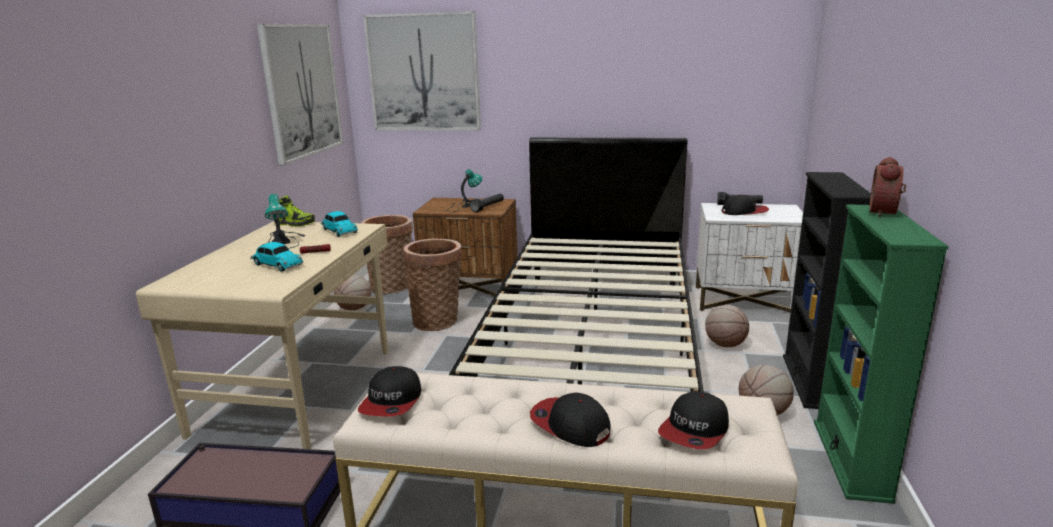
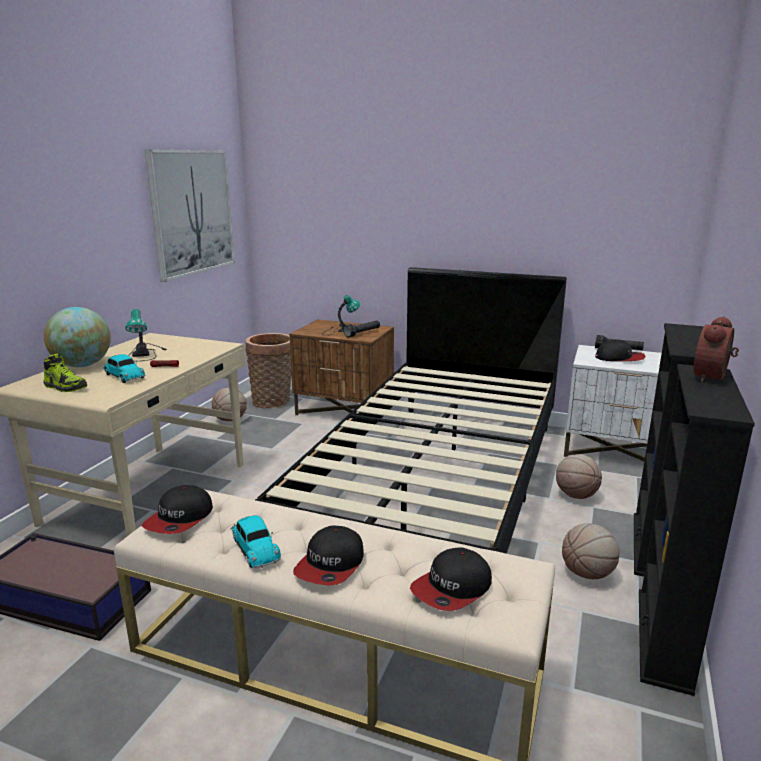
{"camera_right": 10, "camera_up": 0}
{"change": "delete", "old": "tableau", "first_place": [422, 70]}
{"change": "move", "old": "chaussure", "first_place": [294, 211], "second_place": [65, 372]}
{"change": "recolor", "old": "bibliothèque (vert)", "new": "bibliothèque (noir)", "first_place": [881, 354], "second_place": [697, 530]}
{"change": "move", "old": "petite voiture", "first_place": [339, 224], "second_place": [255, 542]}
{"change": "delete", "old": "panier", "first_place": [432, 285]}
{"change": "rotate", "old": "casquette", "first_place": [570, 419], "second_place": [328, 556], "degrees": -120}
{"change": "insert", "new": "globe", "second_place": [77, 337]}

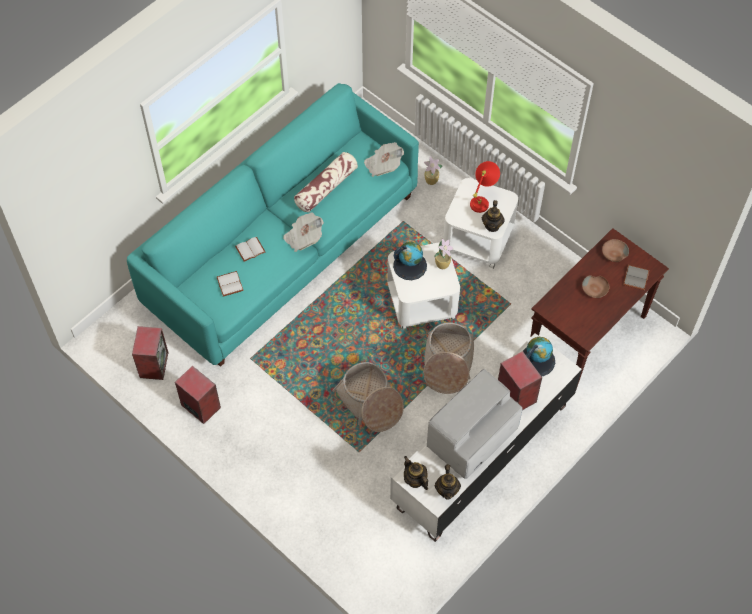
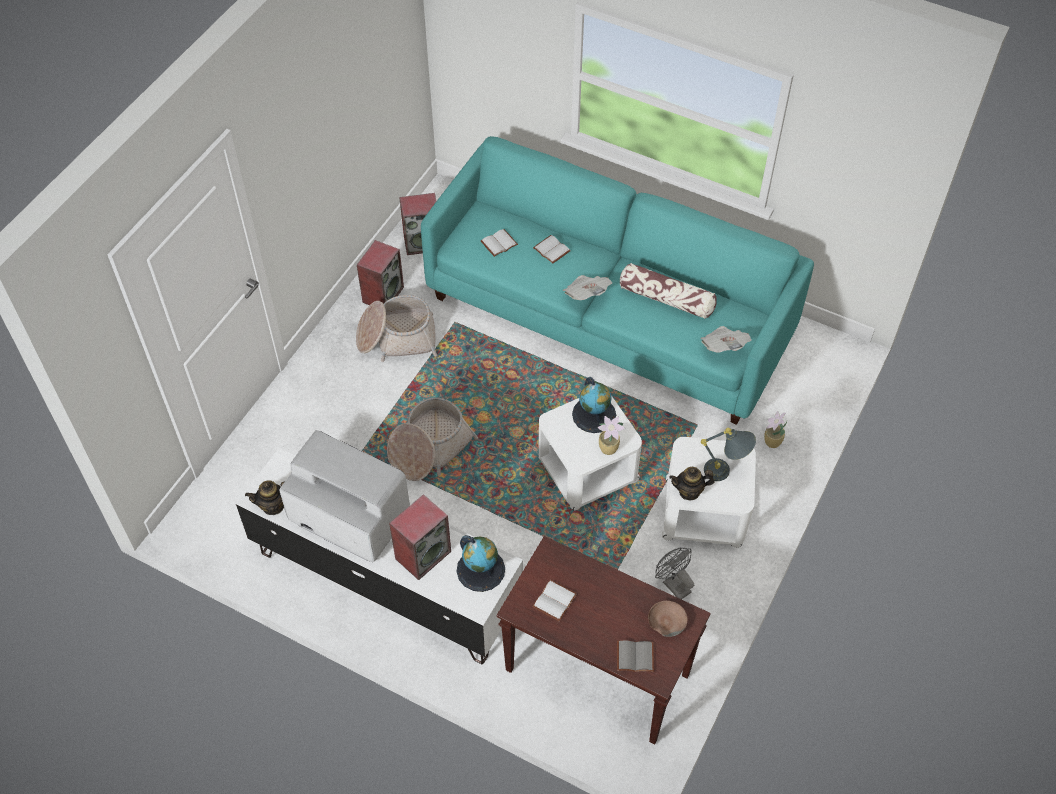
{"camera_right": 75, "camera_up": -5}
{"change": "recolor", "old": "lampe de table (rouge)", "new": "lampe de table (gris)", "first_place": [485, 187], "second_place": [728, 454]}
{"change": "delete", "old": "bol (marron)", "first_place": [595, 286]}
{"change": "move", "old": "panier", "first_place": [449, 358], "second_place": [396, 328]}
{"change": "delete", "old": "théière", "first_place": [416, 473]}
{"change": "insert", "new": "ventilateur (gris)", "second_place": [674, 573]}
{"change": "insert", "new": "livre (blanc)", "second_place": [554, 600]}

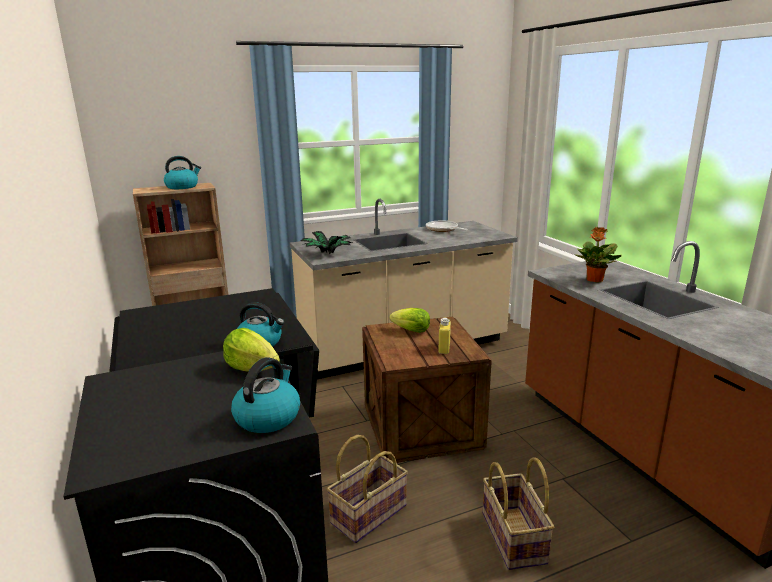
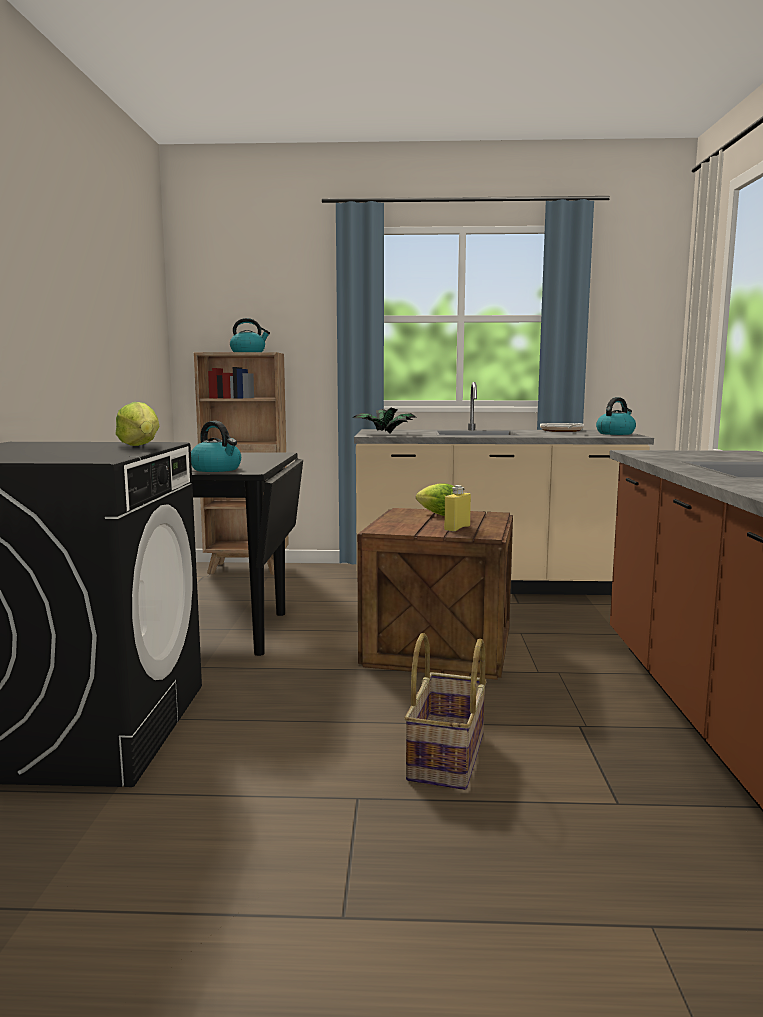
{"camera_right": 25, "camera_up": -10}
{"change": "delete", "old": "plante en pot", "first_place": [598, 254]}
{"change": "move", "old": "bouilloire", "first_place": [265, 395], "second_place": [616, 416]}
{"change": "delete", "old": "panier", "first_place": [367, 489]}

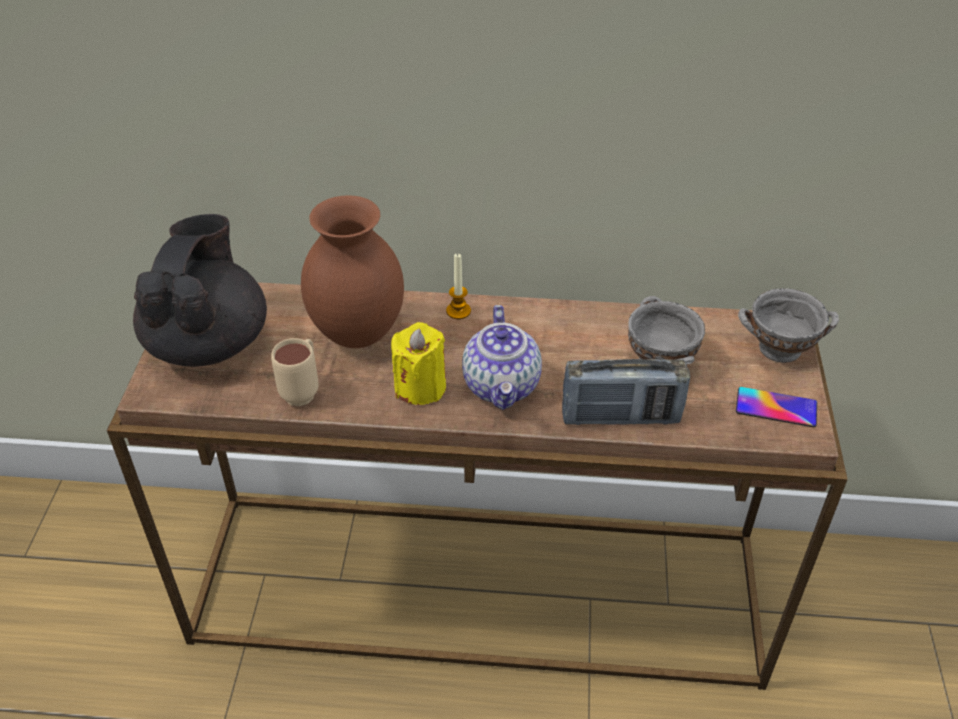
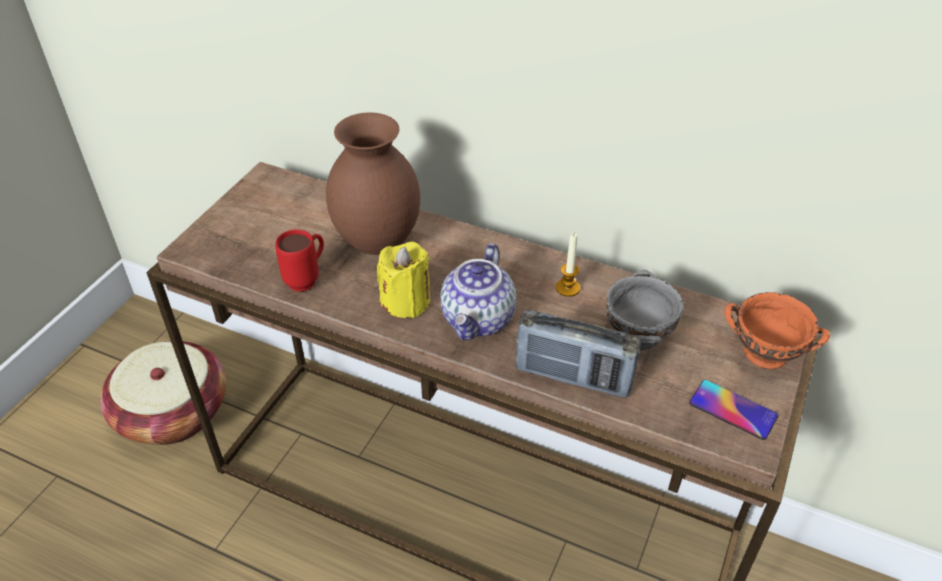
{"camera_right": 20, "camera_up": 0}
{"change": "delete", "old": "théière (noir)", "first_place": [200, 290]}
{"change": "move", "old": "bougie", "first_place": [458, 286], "second_place": [568, 265]}
{"change": "recolor", "old": "bol (gris)", "new": "bol (orange)", "first_place": [788, 325], "second_place": [777, 330]}
{"change": "recolor", "old": "mug (beige)", "new": "mug (rouge)", "first_place": [295, 372], "second_place": [299, 260]}
{"change": "insert", "new": "panier", "second_place": [163, 393]}

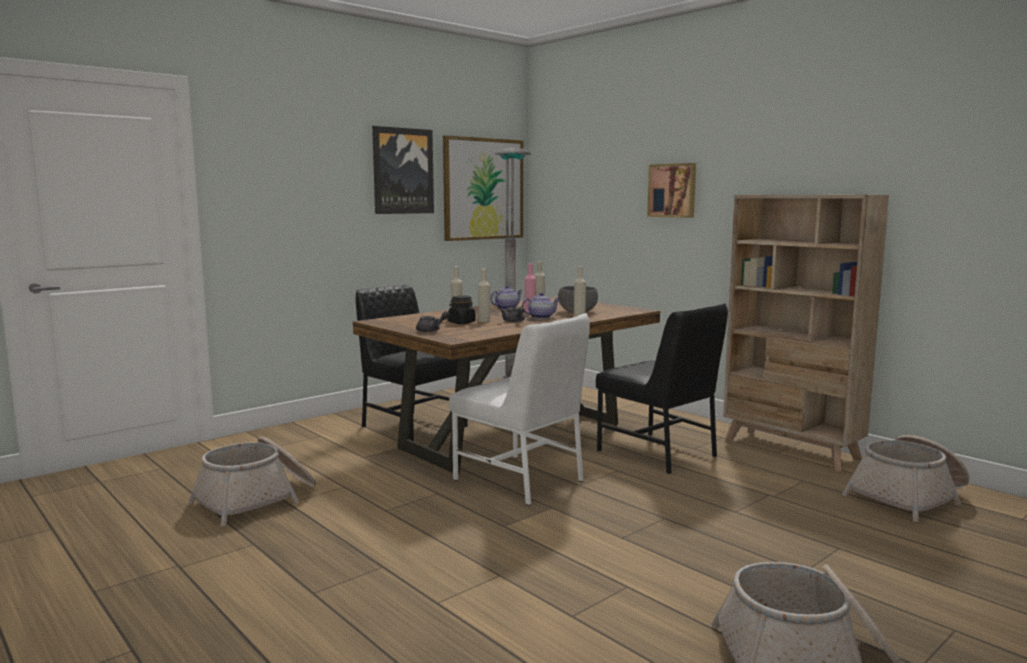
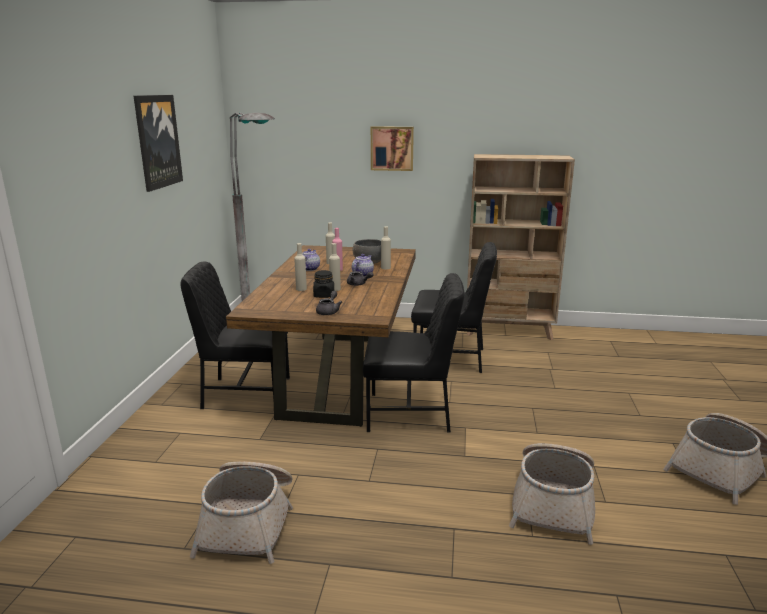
{"camera_right": -40, "camera_up": 10}
{"change": "delete", "old": "tableau", "first_place": [483, 188]}
{"change": "recolor", "old": "chaise (blanc)", "new": "chaise (noir)", "first_place": [519, 409], "second_place": [414, 352]}
{"change": "move", "old": "panier", "first_place": [905, 478], "second_place": [552, 494]}

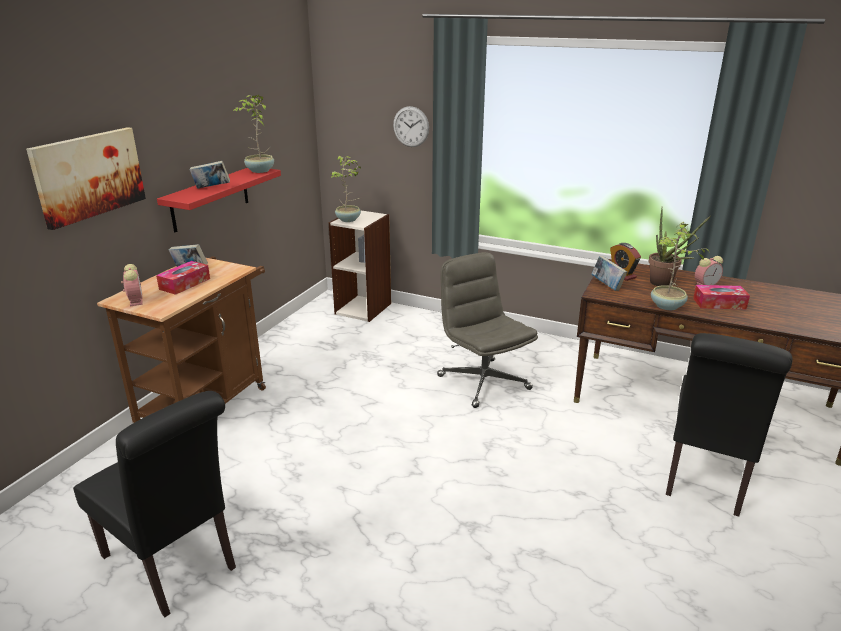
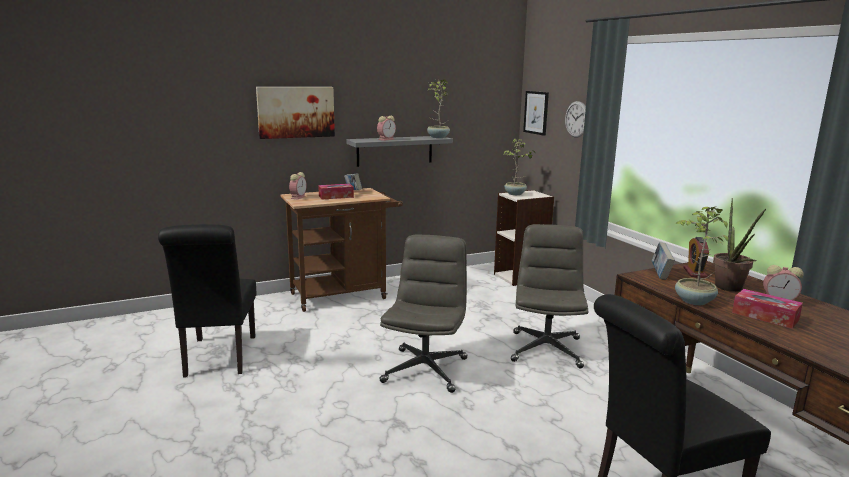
{"camera_right": 40, "camera_up": -10}
{"change": "replace", "old": "livre", "new": "réveil", "first_place": [209, 175], "second_place": [386, 128]}
{"change": "recolor", "old": "étagère (rouge)", "new": "étagère (gris)", "first_place": [219, 200], "second_place": [399, 151]}
{"change": "insert", "new": "tableau", "second_place": [536, 113]}
{"change": "insert", "new": "chaise de bureau (gris)", "second_place": [423, 313]}

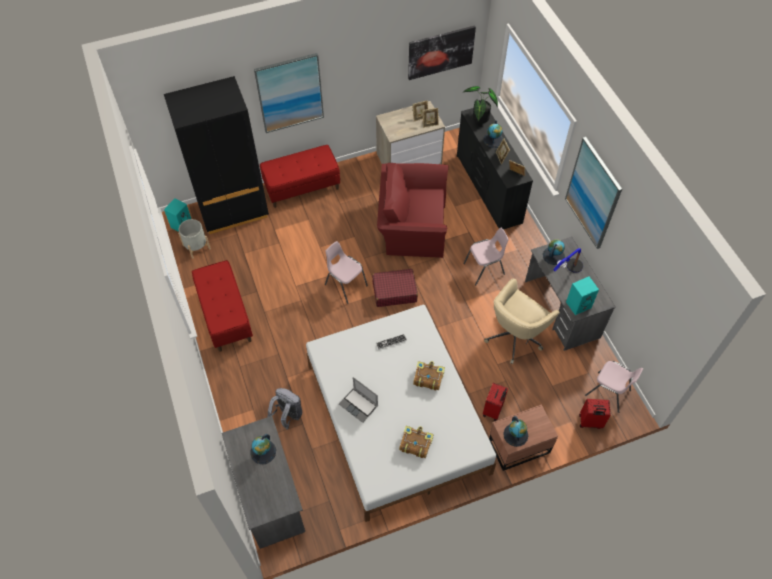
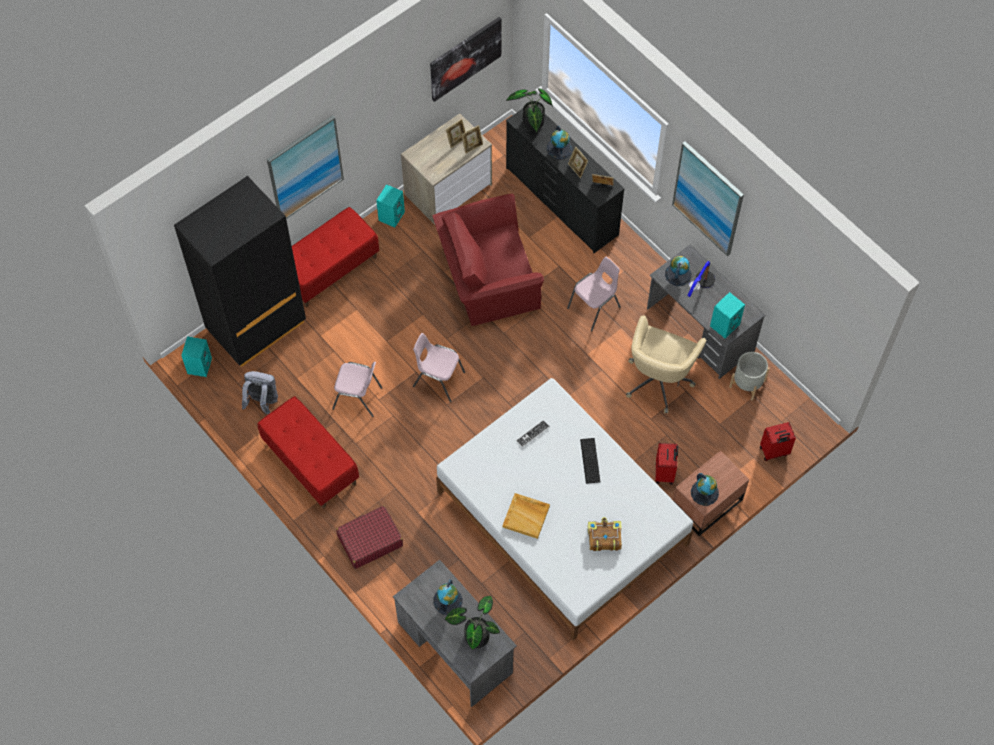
{"camera_right": -20, "camera_up": 5}
{"change": "move", "old": "cache-pot (gris)", "first_place": [194, 239], "second_place": [749, 376]}
{"change": "move", "old": "valise (rouge)", "first_place": [395, 288], "second_place": [369, 537]}
{"change": "replace", "old": "livre", "new": "clavier", "first_place": [429, 375], "second_place": [590, 461]}
{"change": "move", "old": "chaise (rose)", "first_place": [614, 387], "second_place": [357, 389]}
{"change": "replace", "old": "ordinateur portable", "new": "plateau (beige)", "first_place": [358, 400], "second_place": [526, 516]}
{"change": "move", "old": "sac à dos (gris)", "first_place": [284, 409], "second_place": [260, 393]}
{"change": "insert", "new": "enceinte (turquoise)", "second_place": [390, 206]}
{"change": "insert", "new": "plante en pot", "second_place": [472, 623]}

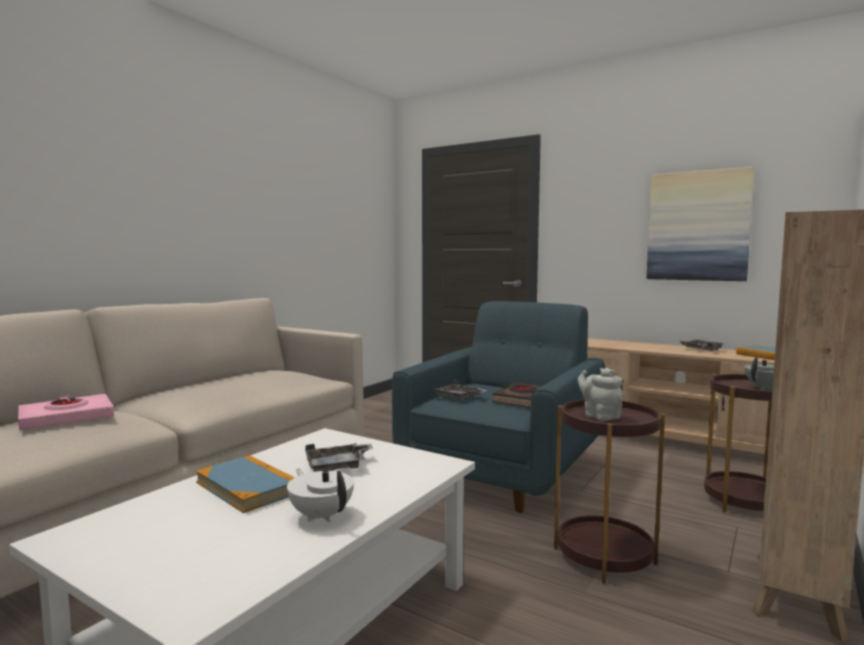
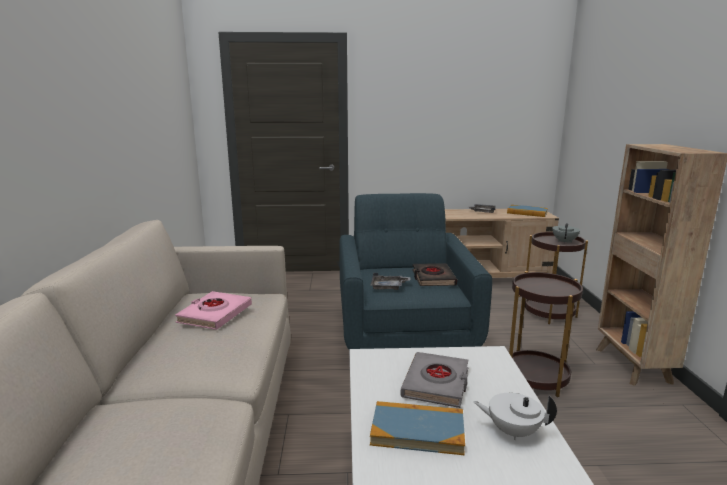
{"camera_right": -35, "camera_up": 10}
{"change": "delete", "old": "tableau", "first_place": [701, 224]}
{"change": "delete", "old": "théière (gris)", "first_place": [600, 394]}
{"change": "move", "old": "livre (rose)", "first_place": [66, 412], "second_place": [213, 310]}
{"change": "replace", "old": "plateau (gris)", "new": "livre (gris)", "first_place": [339, 457], "second_place": [434, 380]}

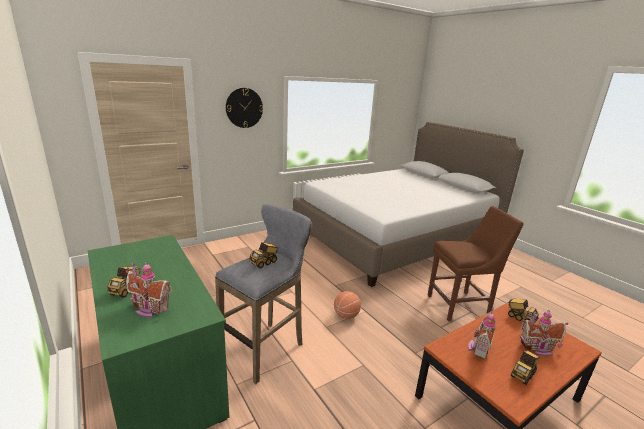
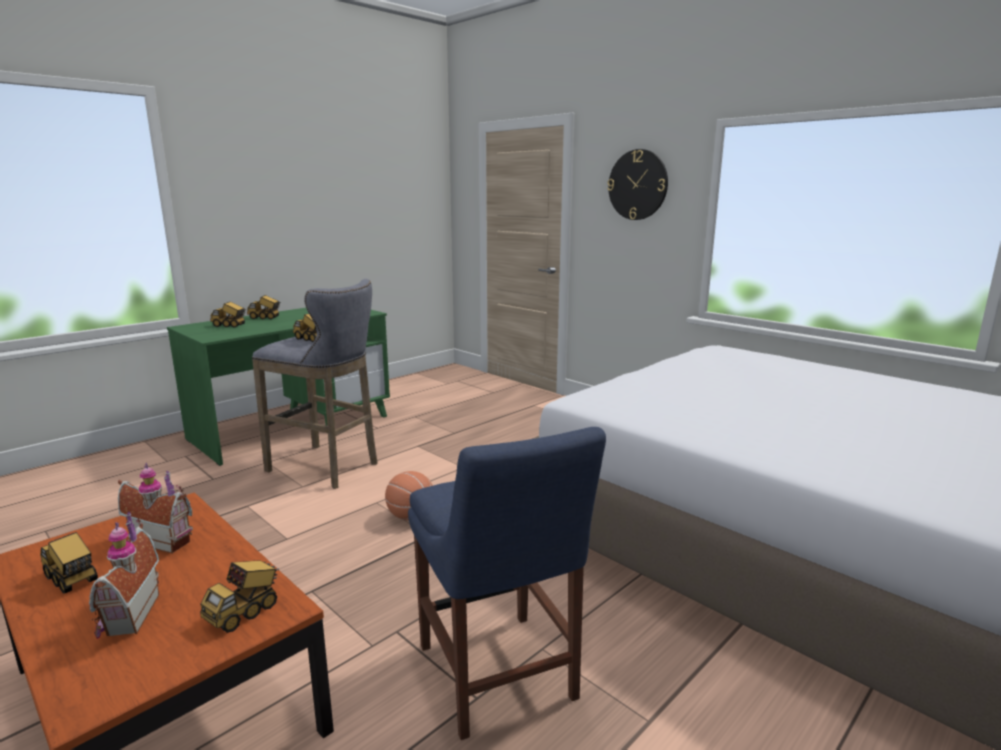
{"camera_right": 80, "camera_up": -5}
{"change": "recolor", "old": "chaise (marron)", "new": "chaise (bleu)", "first_place": [476, 263], "second_place": [507, 583]}
{"change": "replace", "old": "maison miniature", "new": "camion jouet", "first_place": [149, 289], "second_place": [227, 315]}

